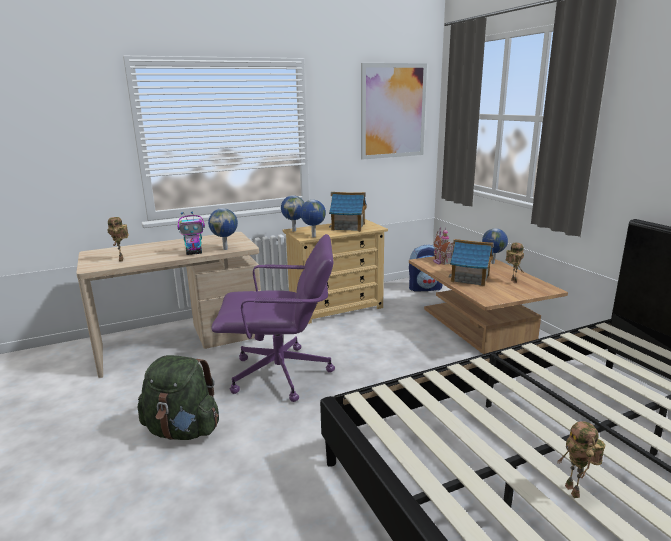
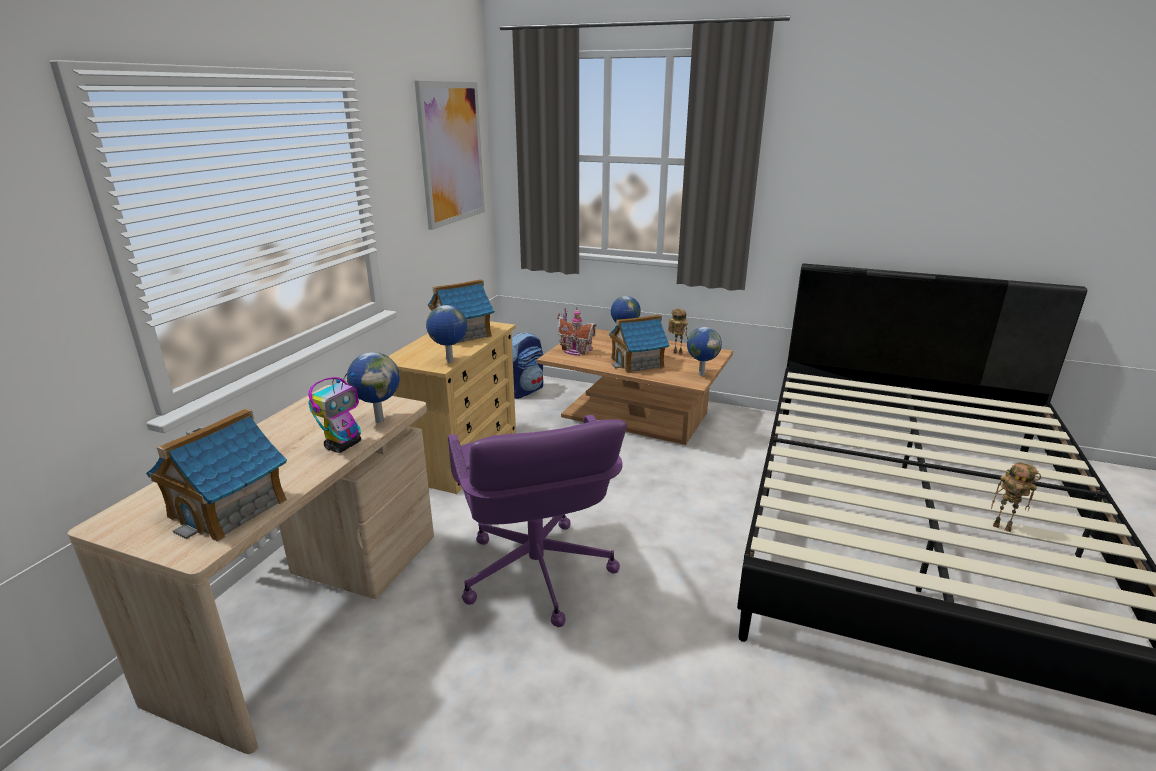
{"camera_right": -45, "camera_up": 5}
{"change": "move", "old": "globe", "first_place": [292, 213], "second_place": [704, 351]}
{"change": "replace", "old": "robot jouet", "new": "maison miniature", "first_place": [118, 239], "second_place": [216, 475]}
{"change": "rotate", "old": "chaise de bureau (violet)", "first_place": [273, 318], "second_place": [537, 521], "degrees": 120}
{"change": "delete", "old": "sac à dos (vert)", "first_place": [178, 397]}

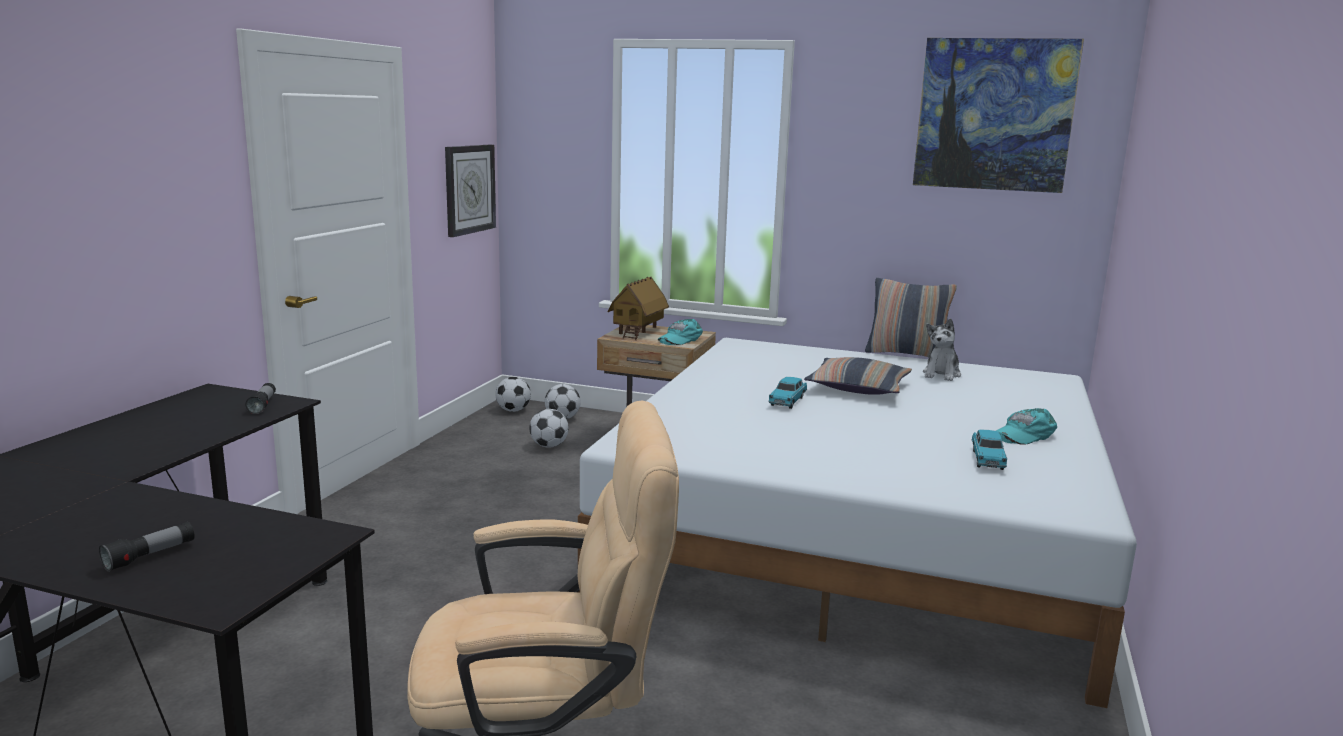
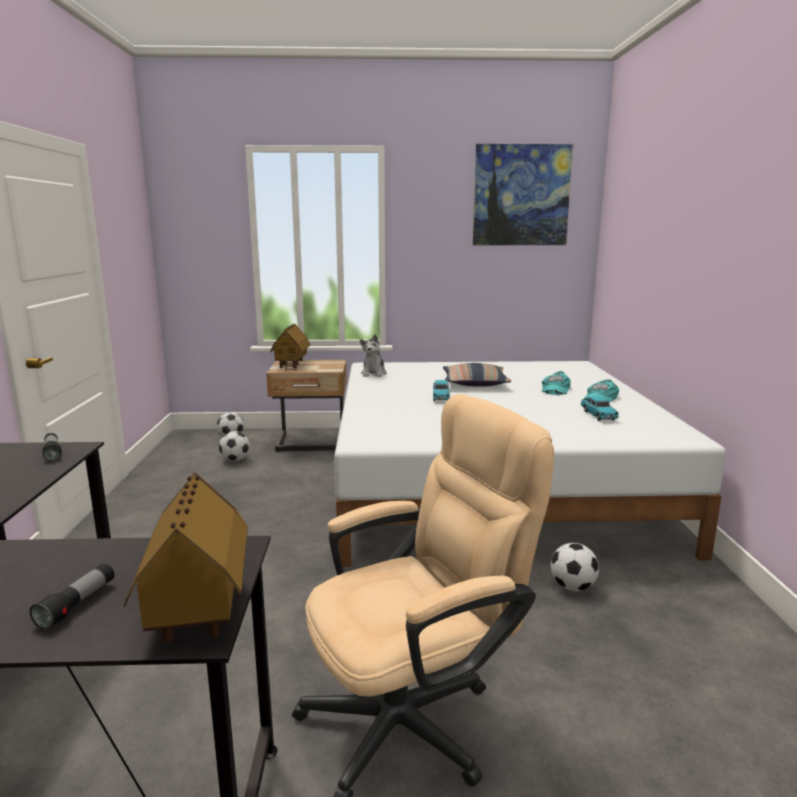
{"camera_right": -20, "camera_up": 0}
{"change": "delete", "old": "horloge murale", "first_place": [470, 191]}
{"change": "delete", "old": "coussin", "first_place": [911, 317]}
{"change": "move", "old": "peluche", "first_place": [942, 349], "second_place": [373, 355]}
{"change": "move", "old": "casquette (turquoise)", "first_place": [680, 332], "second_place": [556, 383]}
{"change": "move", "old": "ballon de foot", "first_place": [513, 394], "second_place": [575, 567]}
{"change": "insert", "new": "maison miniature", "second_place": [186, 557]}

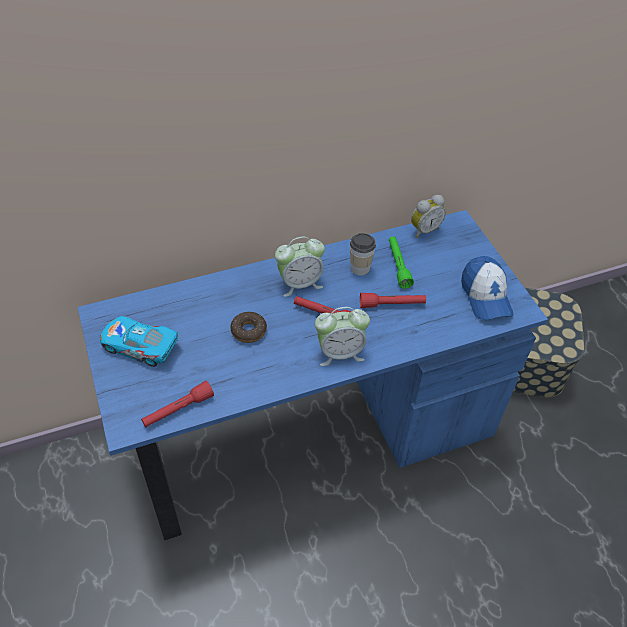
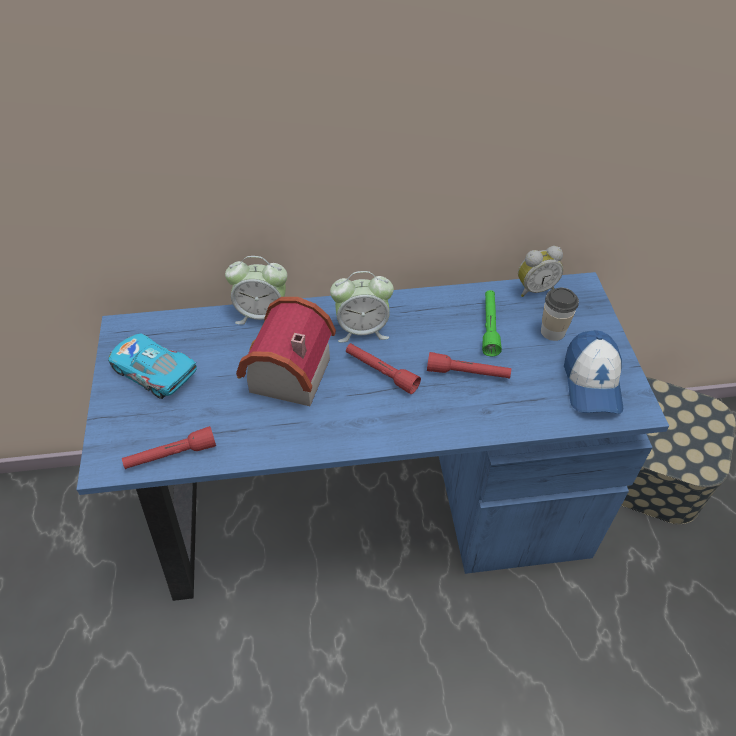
{"camera_right": 15, "camera_up": 0}
{"change": "move", "old": "tasse", "first_place": [363, 254], "second_place": [560, 314]}
{"change": "move", "old": "réveil", "first_place": [342, 336], "second_place": [256, 290]}
{"change": "replace", "old": "beignet", "new": "maison miniature", "first_place": [248, 327], "second_place": [286, 351]}

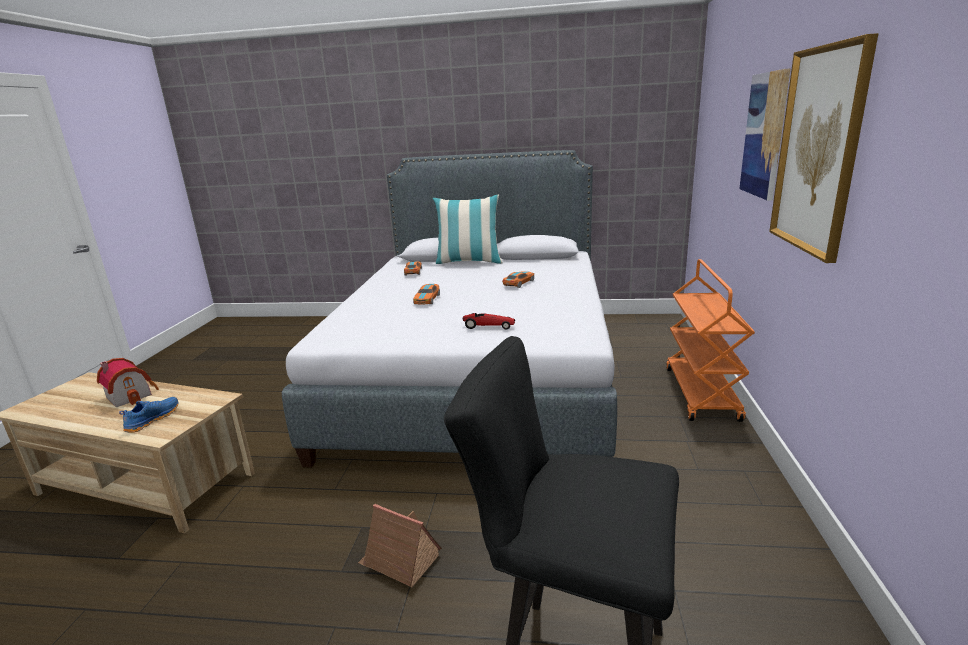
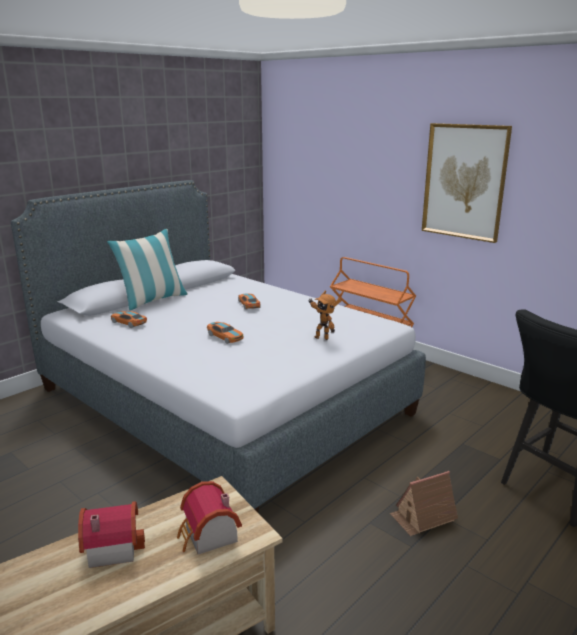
{"camera_right": -55, "camera_up": 0}
{"change": "delete", "old": "tableau", "first_place": [765, 134]}
{"change": "replace", "old": "petite voiture", "new": "robot jouet", "first_place": [489, 321], "second_place": [325, 315]}
{"change": "replace", "old": "chaussure (bleu)", "new": "maison miniature", "first_place": [148, 415], "second_place": [209, 517]}

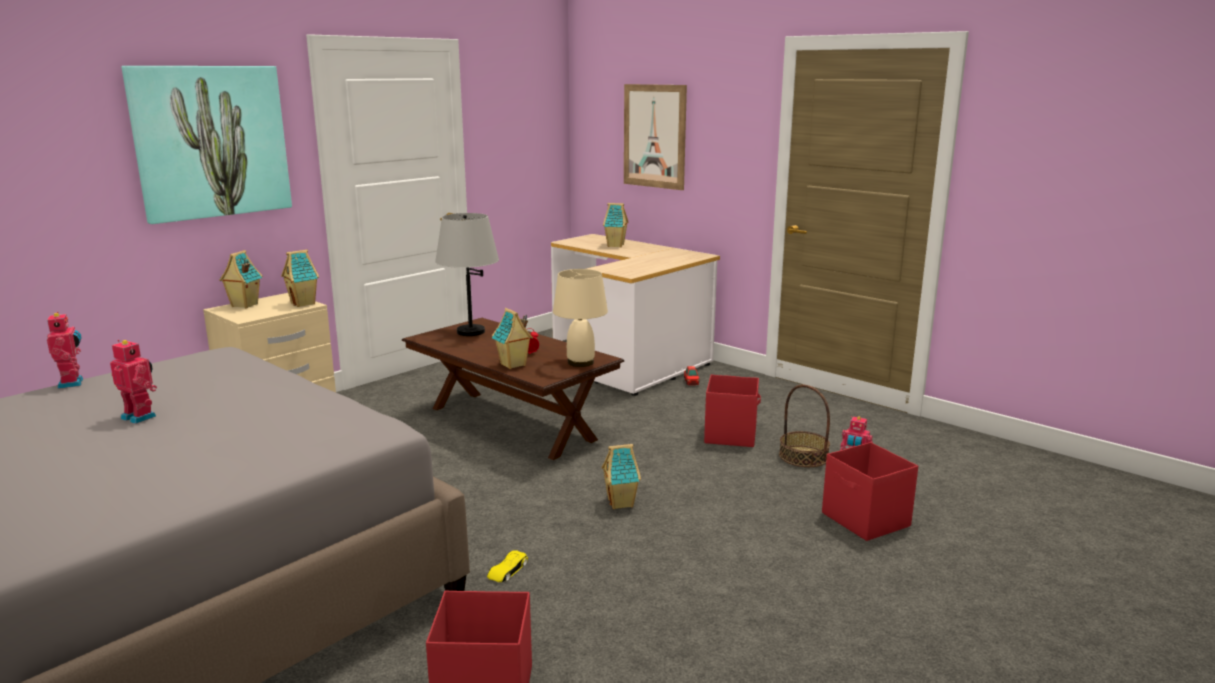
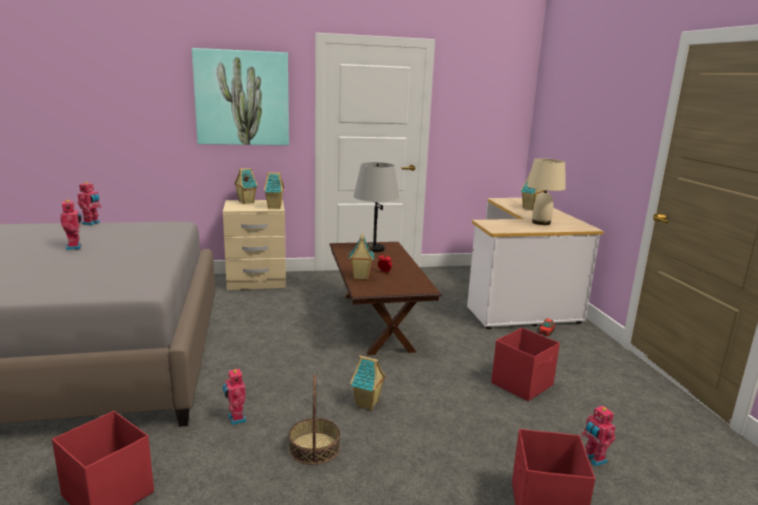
{"camera_right": 35, "camera_up": 0}
{"change": "delete", "old": "tableau", "first_place": [655, 137]}
{"change": "move", "old": "lampe de table (beige)", "first_place": [580, 318], "second_place": [546, 191]}
{"change": "move", "old": "panier", "first_place": [804, 426], "second_place": [314, 419]}
{"change": "replace", "old": "petite voiture (jaune)", "new": "robot jouet", "first_place": [507, 566], "second_place": [234, 396]}

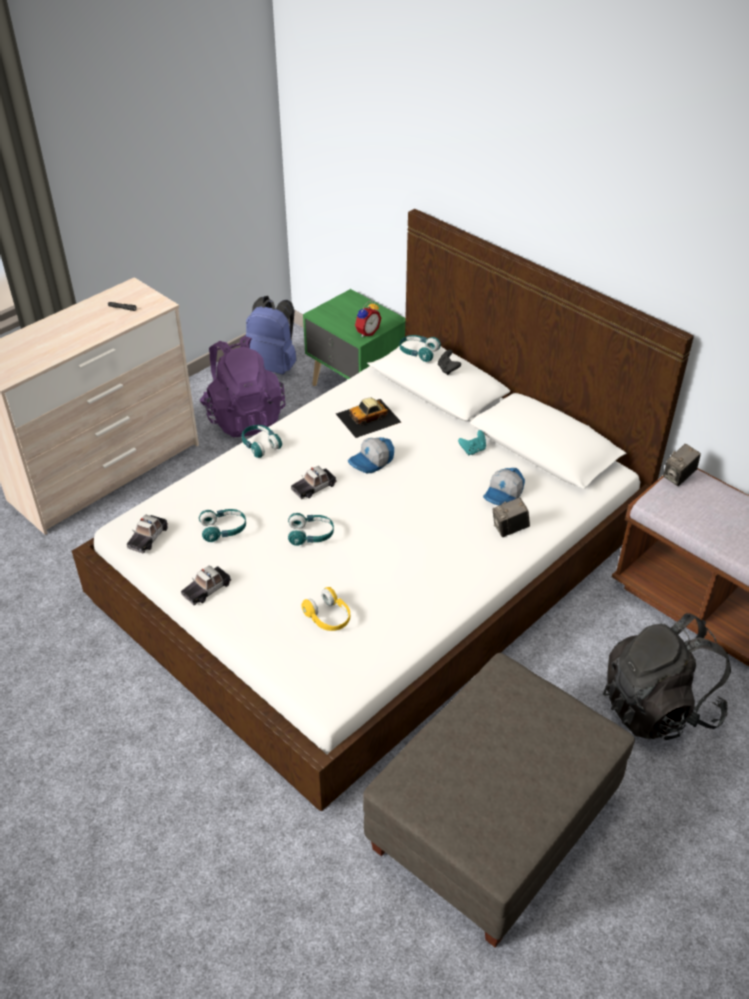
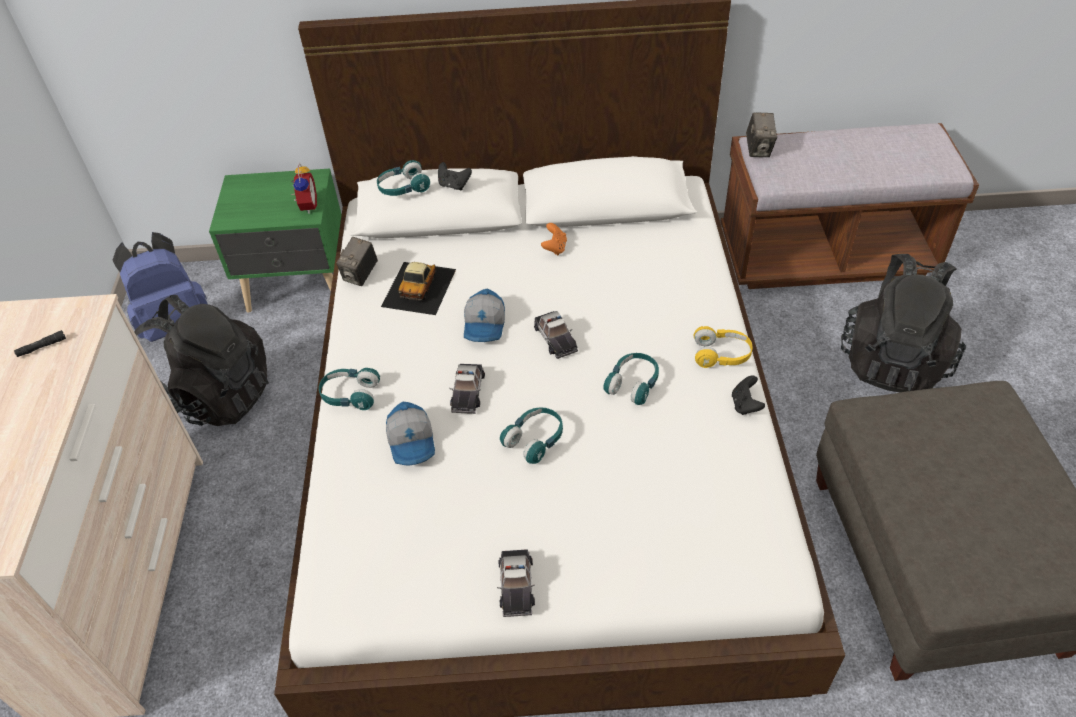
{"camera_right": -45, "camera_up": 5}
{"change": "recolor", "old": "sac à dos (violet)", "new": "sac à dos (noir)", "first_place": [242, 386], "second_place": [201, 360]}
{"change": "recolor", "old": "manette (turquoise)", "new": "manette (orange)", "first_place": [472, 442], "second_place": [554, 239]}
{"change": "move", "old": "casquette", "first_place": [504, 486], "second_place": [410, 433]}
{"change": "move", "old": "appareil photo", "first_place": [511, 517], "second_place": [357, 261]}
{"change": "move", "old": "casque audio (turquoise)", "first_place": [222, 525], "second_place": [631, 379]}
{"change": "move", "old": "petite voiture", "first_place": [147, 533], "second_place": [556, 335]}
{"change": "move", "old": "casque audio (jaune)", "first_place": [325, 609], "second_place": [723, 347]}
{"change": "insert", "new": "manette (noir)", "second_place": [748, 395]}

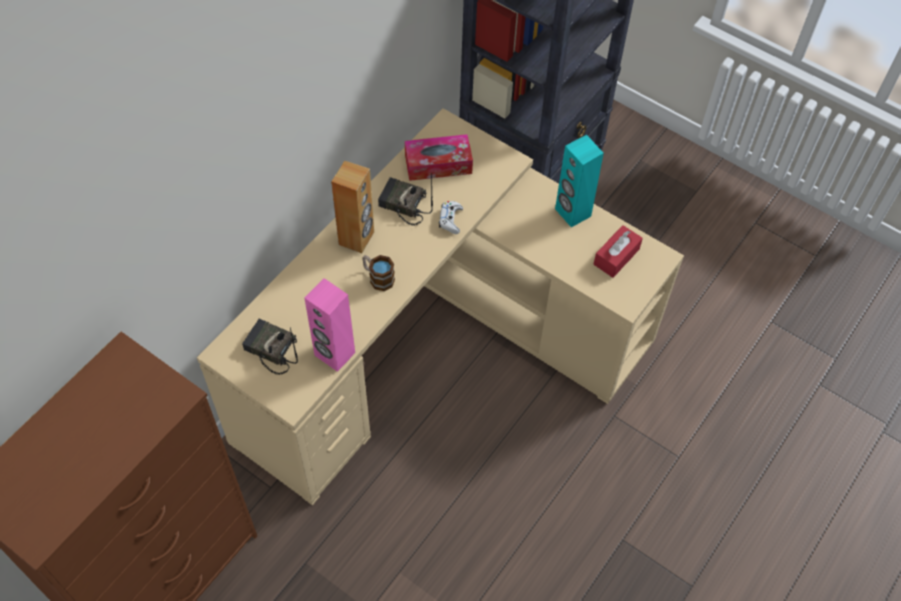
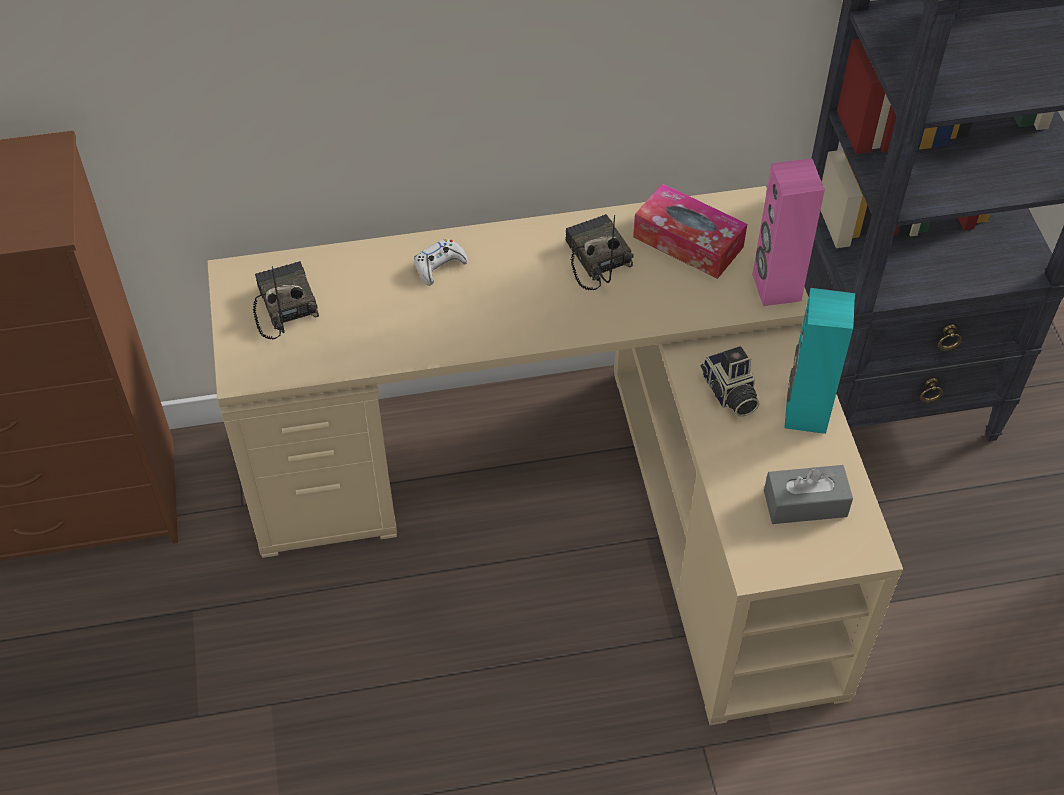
{"camera_right": 45, "camera_up": -5}
{"change": "delete", "old": "enceinte (marron)", "first_place": [352, 207]}
{"change": "move", "old": "manette (blanc)", "first_place": [451, 217], "second_place": [441, 262]}
{"change": "recolor", "old": "boîte à mouchoirs (rouge)", "new": "boîte à mouchoirs (gris)", "first_place": [618, 251], "second_place": [808, 494]}
{"change": "delete", "old": "mug", "first_place": [378, 273]}
{"change": "move", "old": "enceinte (rose)", "first_place": [329, 325], "second_place": [788, 232]}
{"change": "insert", "new": "appareil photo", "second_place": [730, 381]}

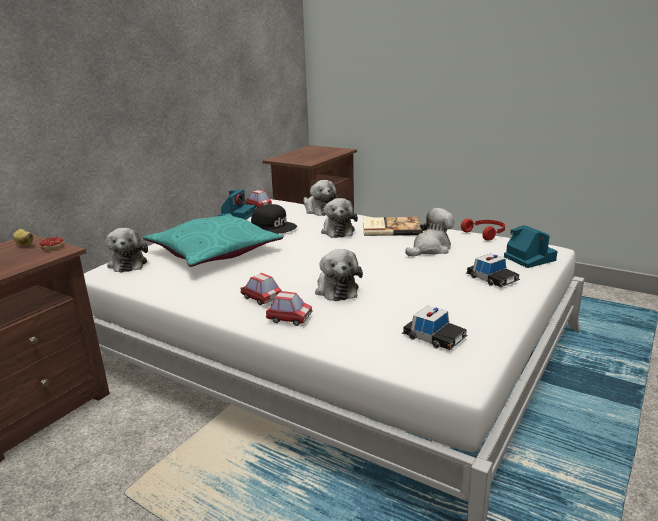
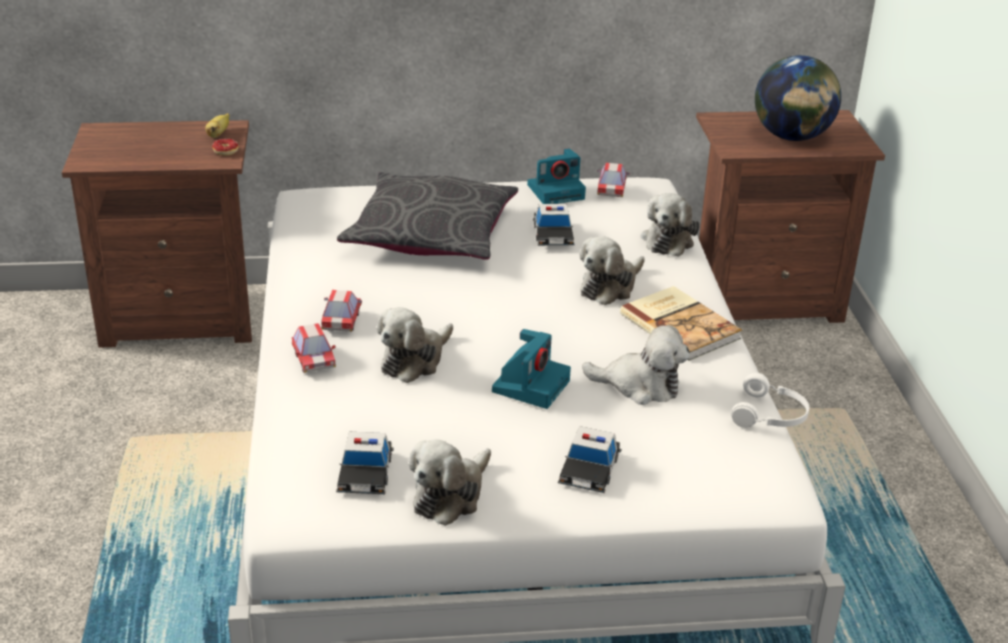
{"camera_right": 50, "camera_up": 10}
{"change": "replace", "old": "casquette (noir)", "new": "petite voiture", "first_place": [274, 219], "second_place": [554, 225]}
{"change": "recolor", "old": "coussin (turquoise)", "new": "coussin (gris)", "first_place": [213, 240], "second_place": [427, 216]}
{"change": "recolor", "old": "casque audio (rouge)", "new": "casque audio (blanc)", "first_place": [483, 230], "second_place": [770, 400]}
{"change": "move", "old": "appareil photo", "first_place": [531, 246], "second_place": [531, 369]}
{"change": "move", "old": "peluche", "first_place": [127, 250], "second_place": [450, 483]}
{"change": "insert", "new": "globe", "second_place": [798, 98]}

